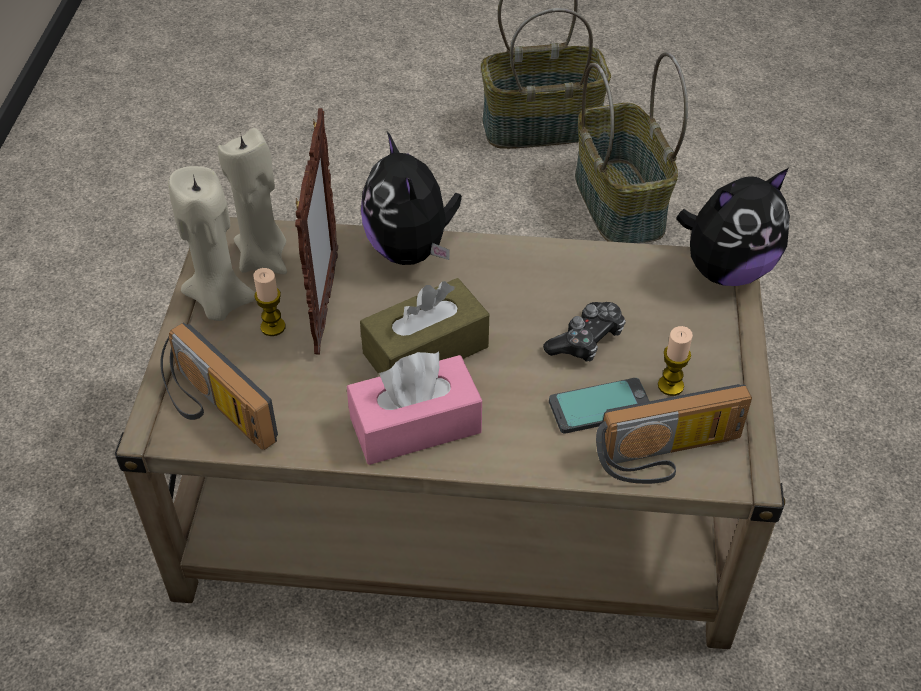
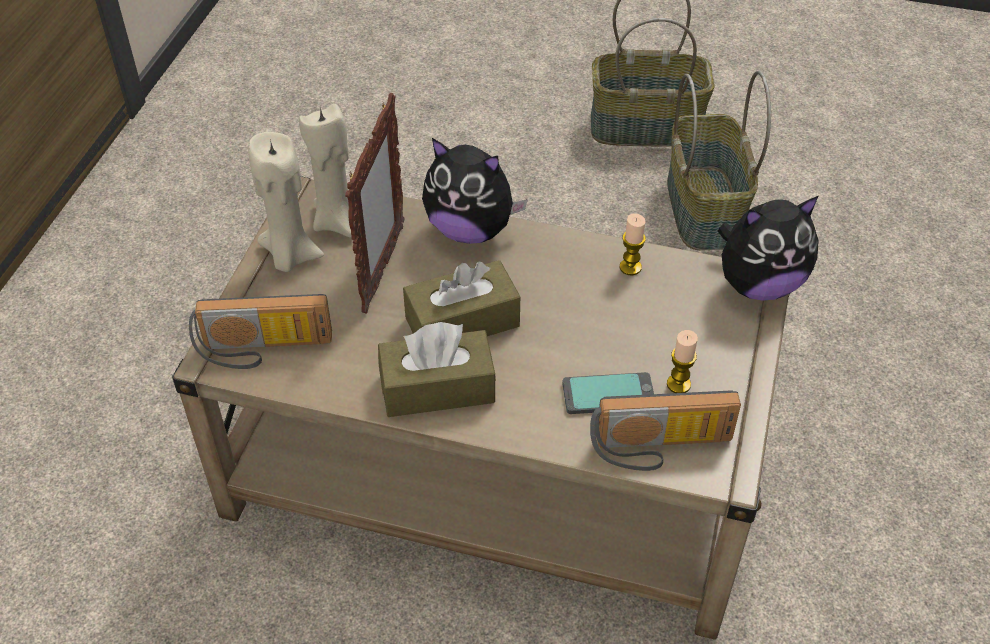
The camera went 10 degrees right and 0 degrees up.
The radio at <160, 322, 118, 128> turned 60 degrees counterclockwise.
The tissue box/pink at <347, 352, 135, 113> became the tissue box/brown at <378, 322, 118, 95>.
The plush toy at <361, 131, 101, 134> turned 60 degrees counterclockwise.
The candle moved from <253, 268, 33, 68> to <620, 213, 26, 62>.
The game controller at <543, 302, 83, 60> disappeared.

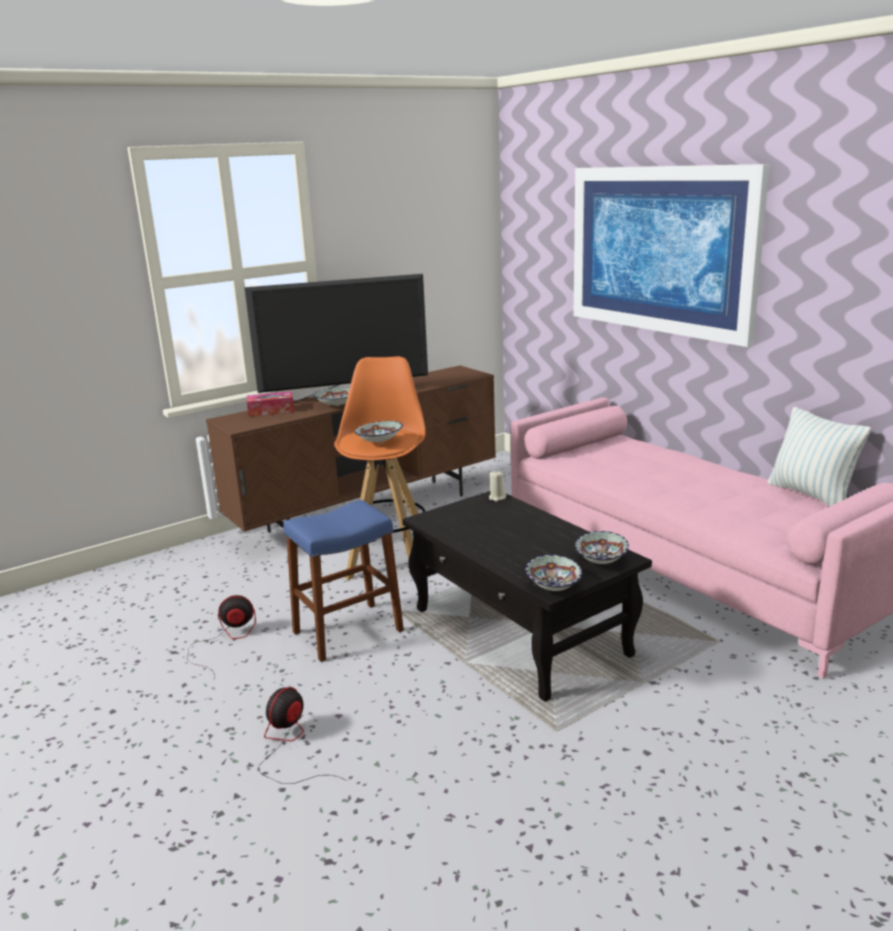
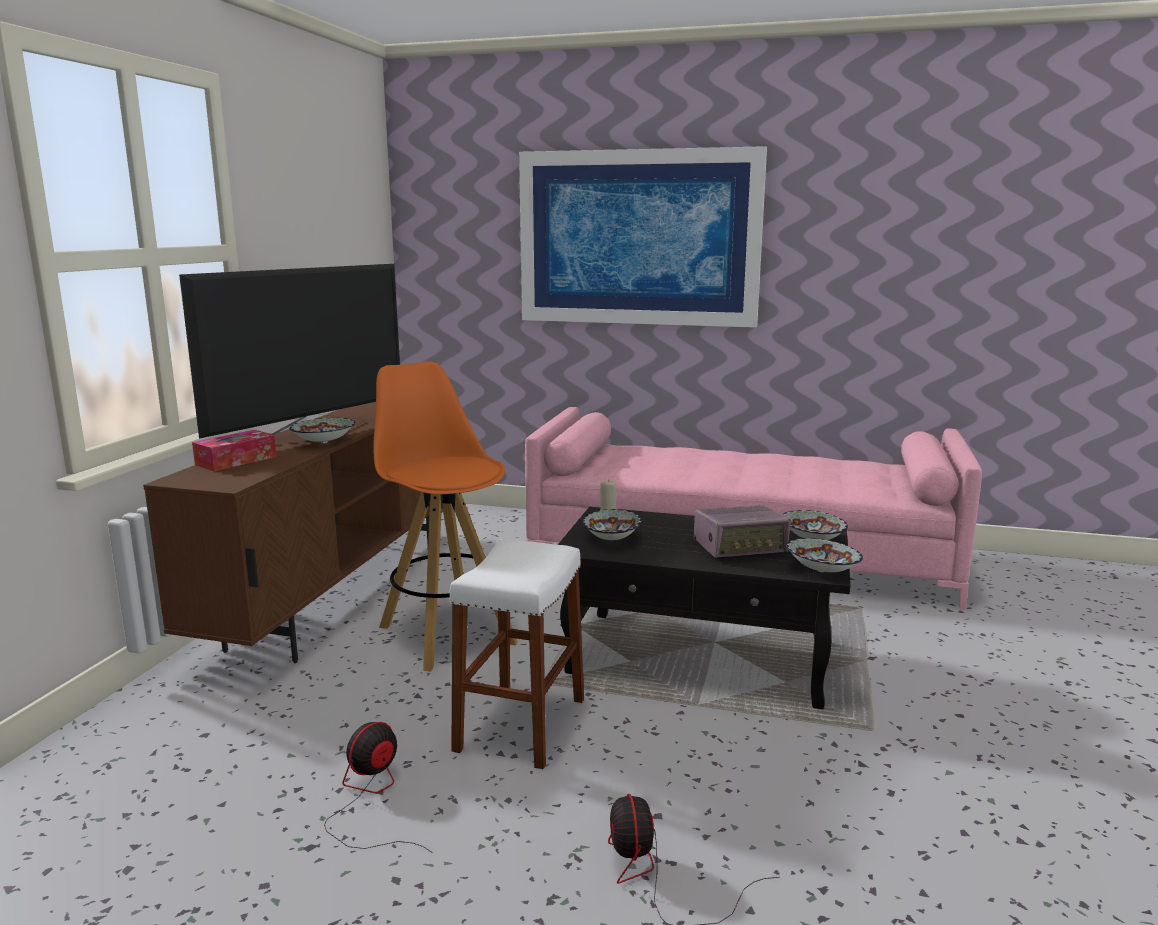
The camera went 40 degrees left and 5 degrees down.
The stool/blue at <283, 500, 121, 162> became the stool/white at <450, 539, 134, 230>.
The bowl moved from <355, 421, 48, 22> to <583, 509, 58, 31>.
The radio at <693, 505, 98, 53> appeared.
The pillow at <767, 407, 104, 99> disappeared.

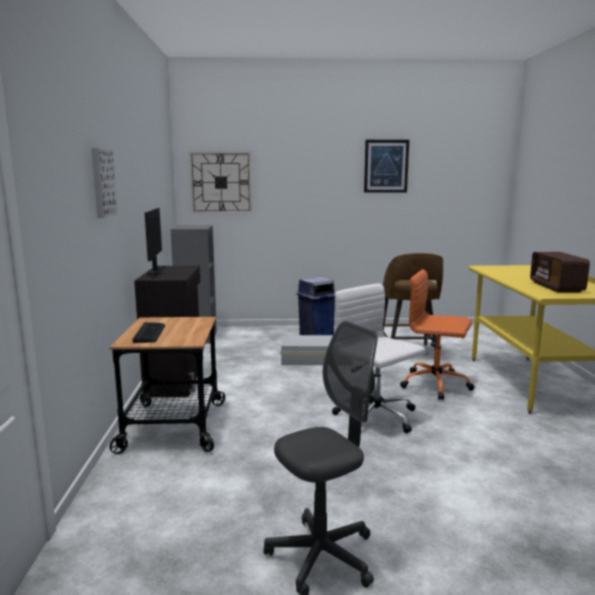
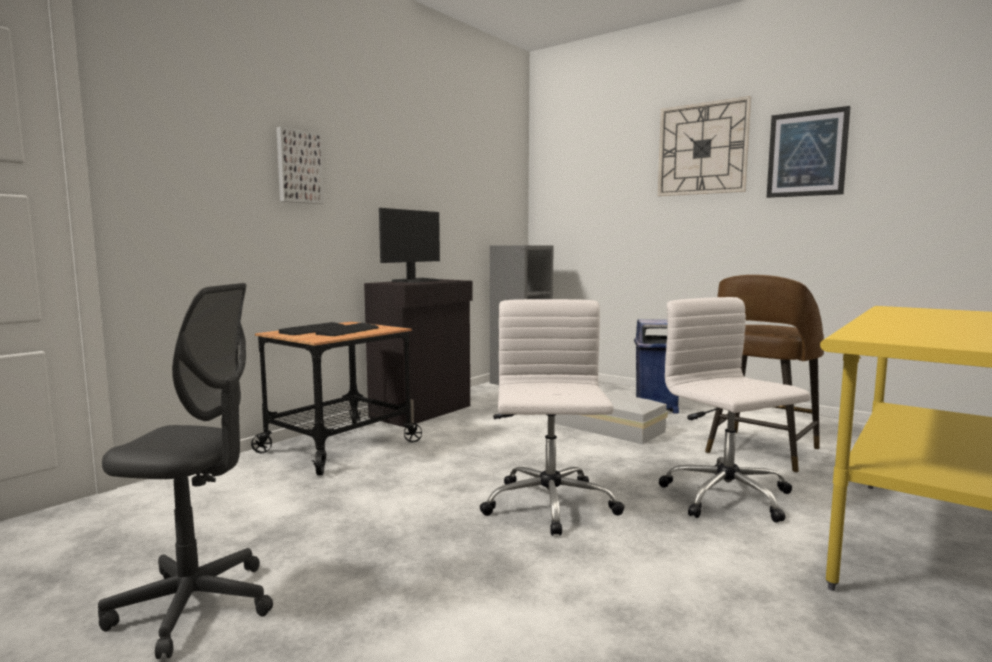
The camera went 40 degrees right and 5 degrees down.
The keyboard at <316, 323, 63, 13> appeared.
The wall clock moved from <189, 151, 63, 63> to <658, 96, 93, 100>.
The office chair/orange at <400, 269, 75, 131> became the office chair/white at <659, 297, 152, 226>.
The radio at <530, 252, 60, 41> disappeared.

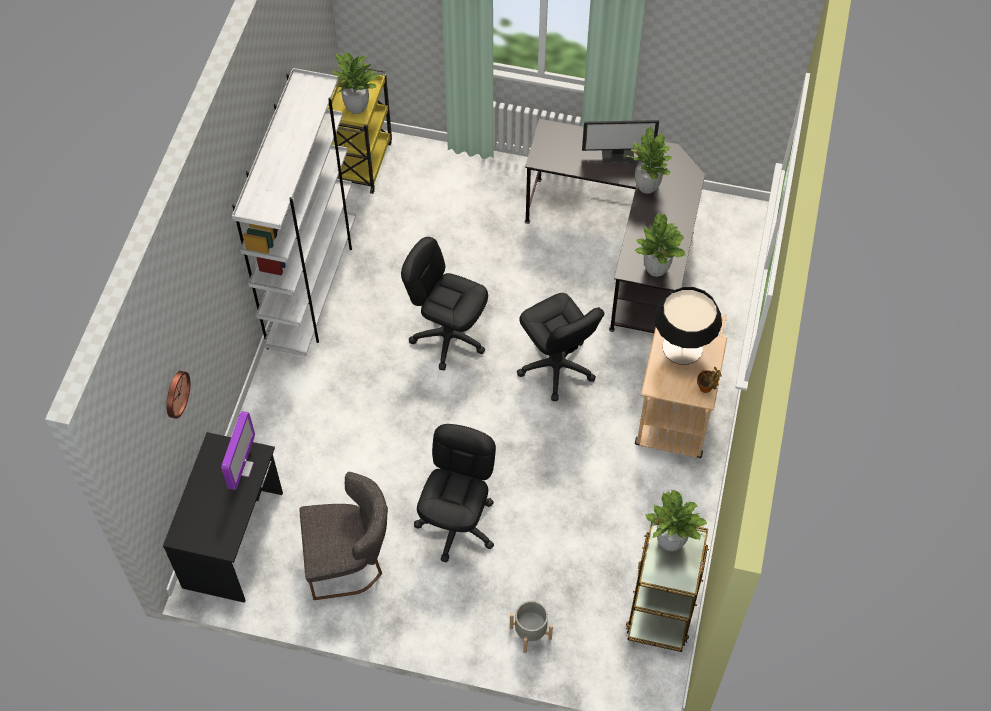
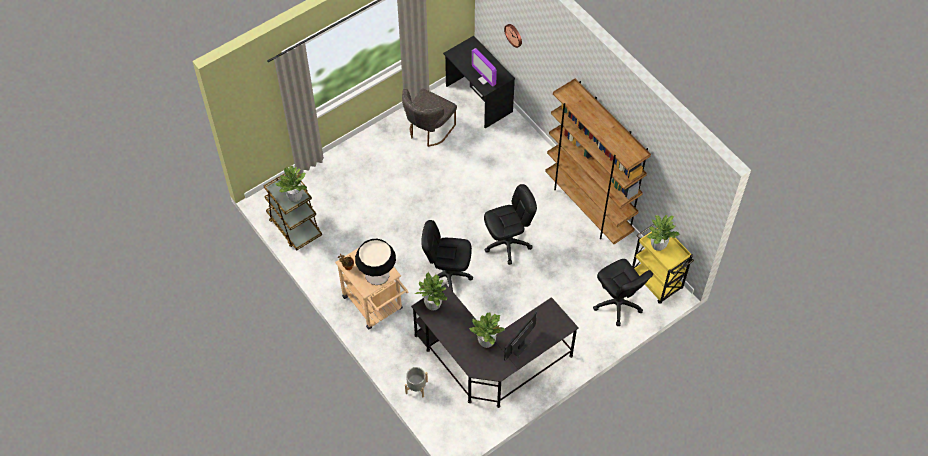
The camera went 130 degrees right and 0 degrees up.
The planter/grey moved from <510, 600, 43, 53> to <405, 367, 23, 31>.
The bookcase/white at <232, 68, 124, 288> became the bookcase/brown at <545, 79, 106, 165>.
The office chair/black moved from <414, 424, 82, 138> to <593, 259, 60, 67>.

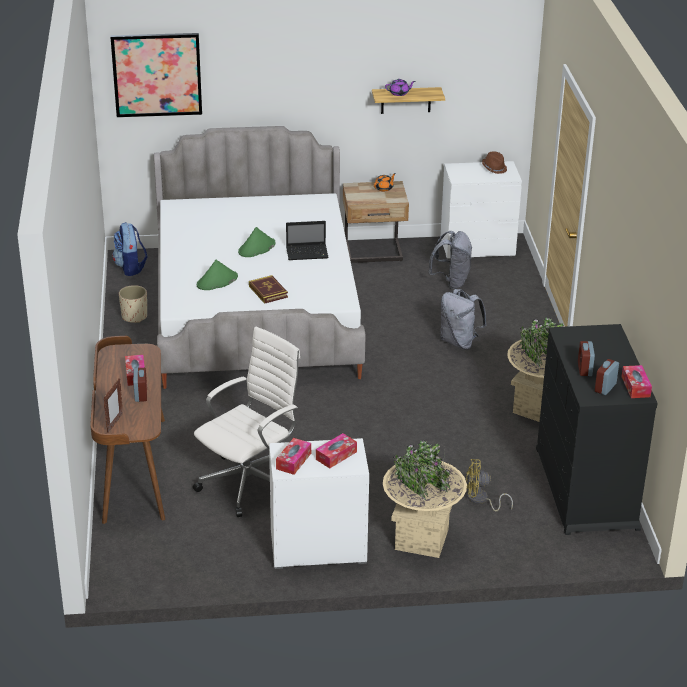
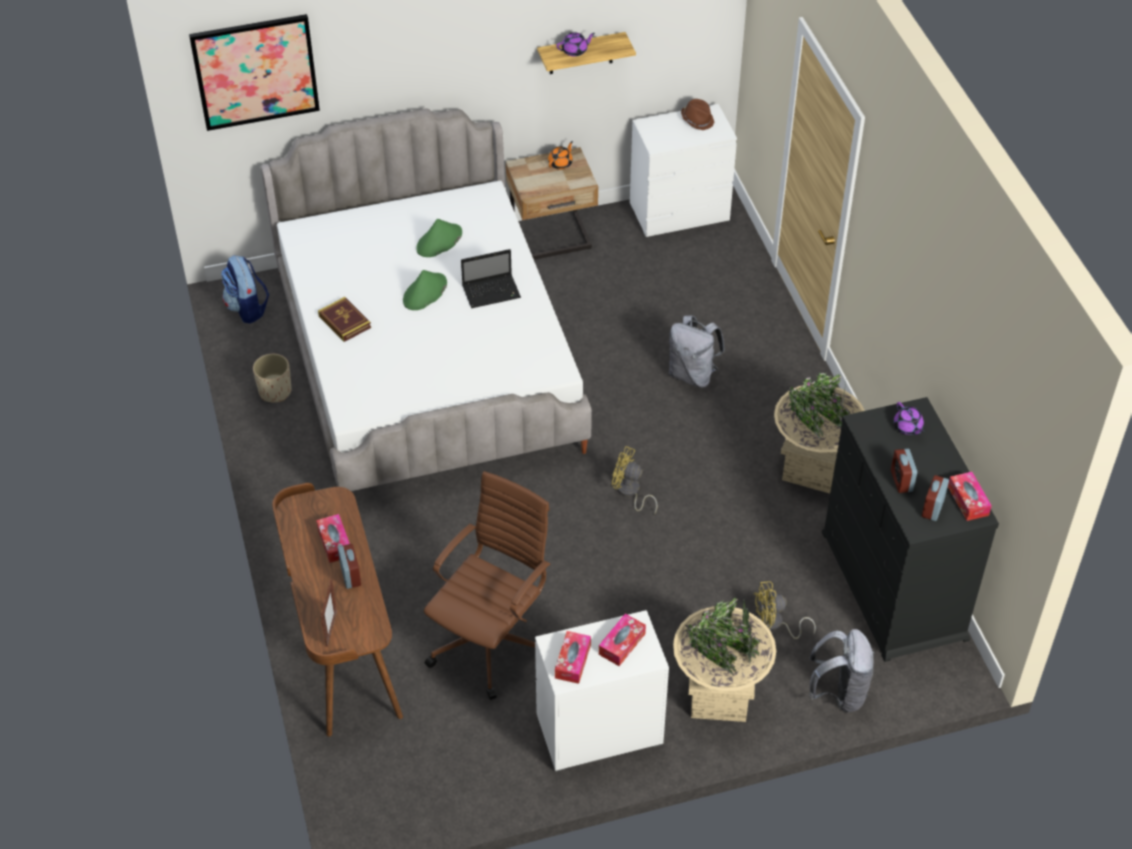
The camera went 10 degrees left and 15 degrees up.
The book moved from <249, 275, 39, 29> to <318, 297, 53, 45>.
The hat/green moved from <197, 260, 41, 30> to <416, 219, 46, 38>.
The office chair/white at <193, 327, 107, 190> became the office chair/brown at <424, 471, 126, 229>.
The fan/yellow at <612, 446, 46, 69> appeared.
The backpack/grey moved from <428, 231, 44, 58> to <809, 629, 65, 83>.
The teapot/purple at <893, 402, 31, 33> appeared.

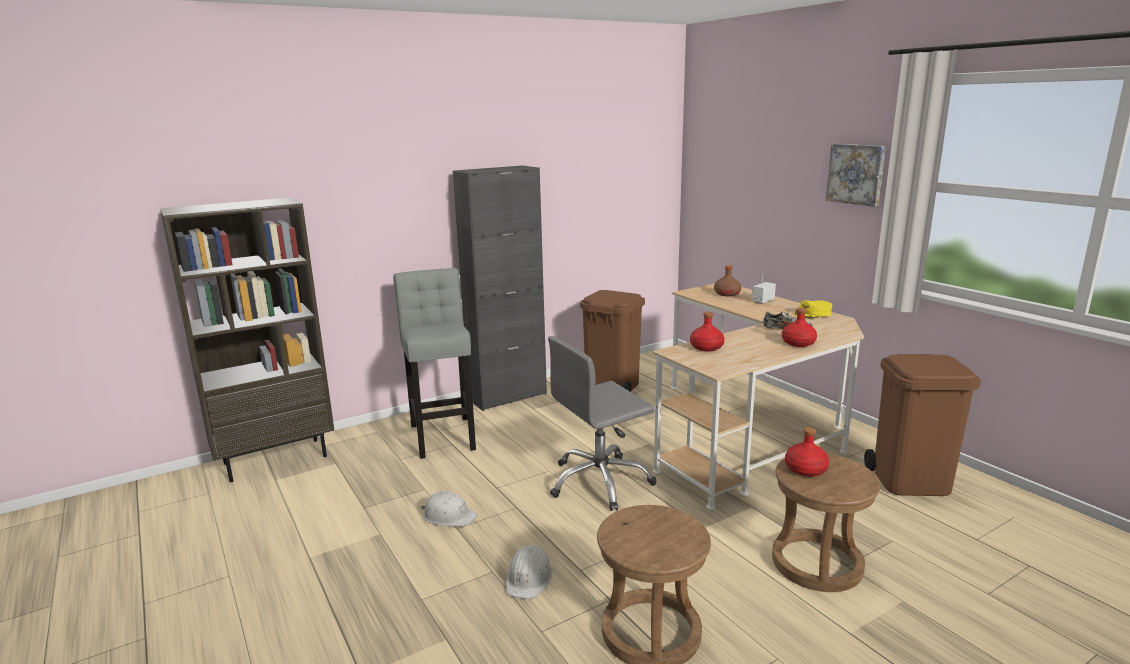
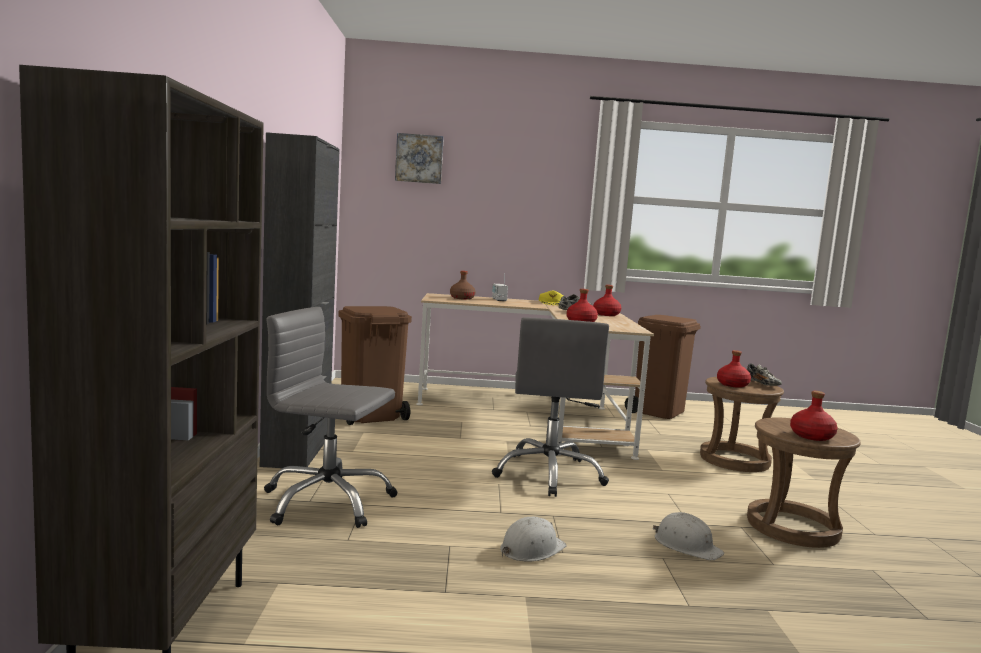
The camera went 60 degrees left and 10 degrees down.
The stool/grey at <393, 268, 83, 191> was replaced by the office chair/grey at <264, 307, 134, 221>.
The picture moved from <826, 144, 60, 63> to <395, 133, 49, 51>.
The shoe at <747, 364, 35, 22> appeared.
The bottle/red at <790, 391, 48, 50> appeared.

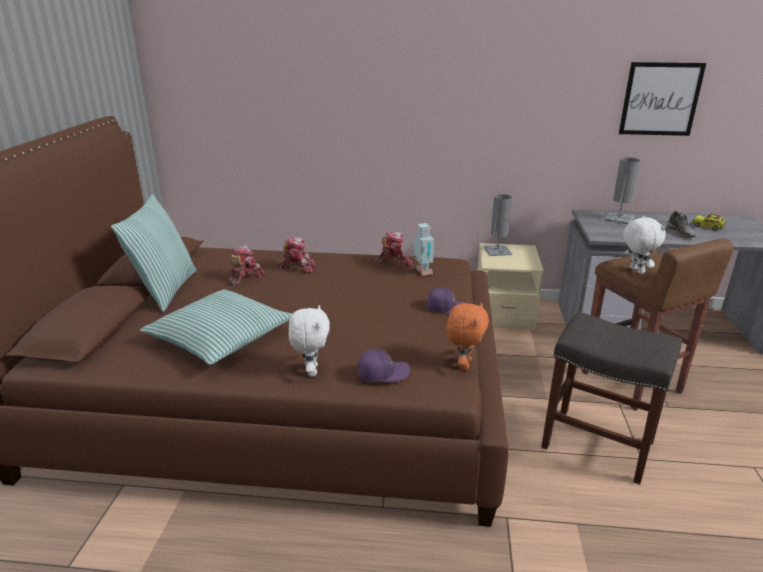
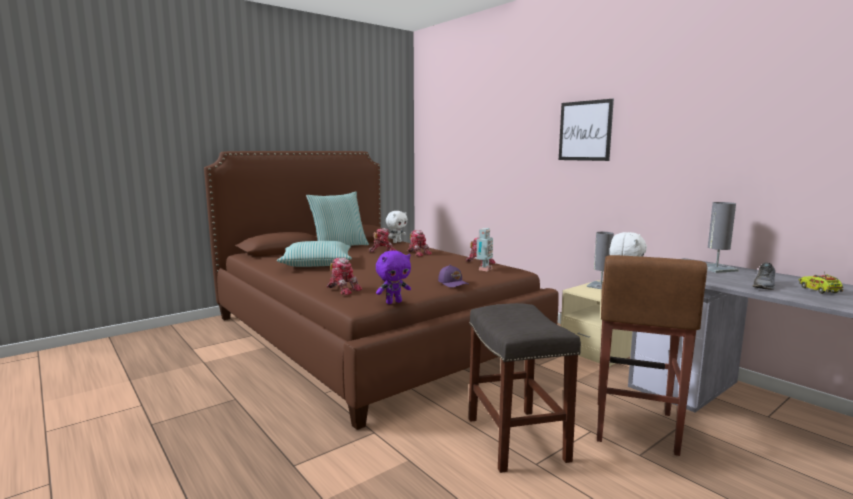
The camera went 45 degrees right and 15 degrees down.
The cap/purple at <357, 349, 53, 33> was replaced by the toy robot at <327, 258, 36, 37>.
The plush toy/orange at <446, 302, 43, 69> became the plush toy/purple at <376, 251, 35, 53>.
The plush toy/white moved from <288, 305, 42, 72> to <386, 211, 22, 32>.
The picture moved from <619, 62, 87, 74> to <559, 99, 55, 62>.

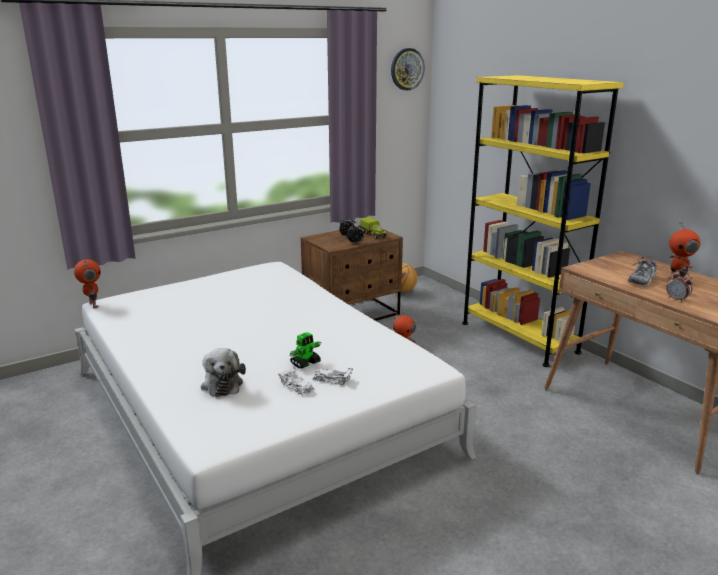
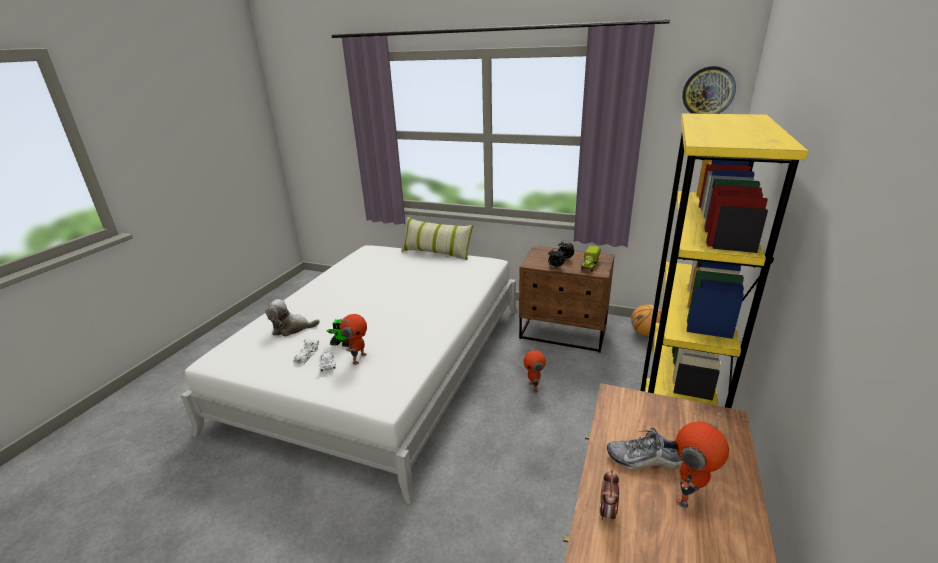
The camera went 55 degrees right and 5 degrees up.
The plush toy at <201, 348, 45, 49> turned 45 degrees clockwise.
The toy robot moved from <74, 259, 27, 49> to <340, 314, 27, 51>.
The pillow at <401, 217, 73, 43> appeared.

